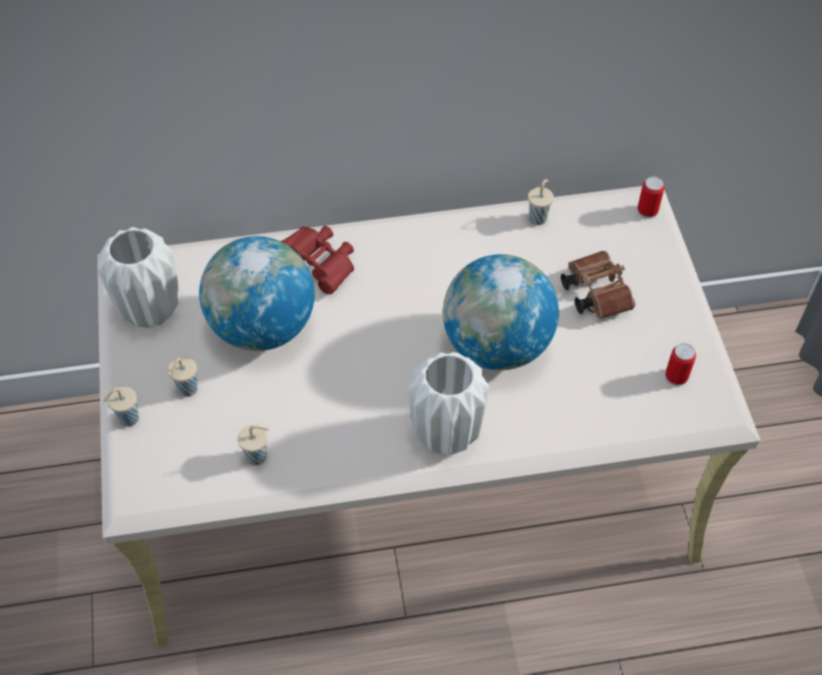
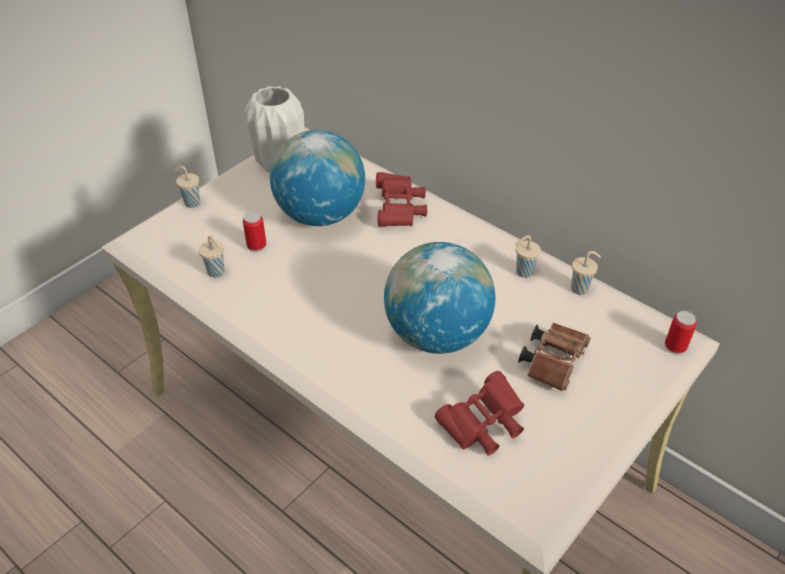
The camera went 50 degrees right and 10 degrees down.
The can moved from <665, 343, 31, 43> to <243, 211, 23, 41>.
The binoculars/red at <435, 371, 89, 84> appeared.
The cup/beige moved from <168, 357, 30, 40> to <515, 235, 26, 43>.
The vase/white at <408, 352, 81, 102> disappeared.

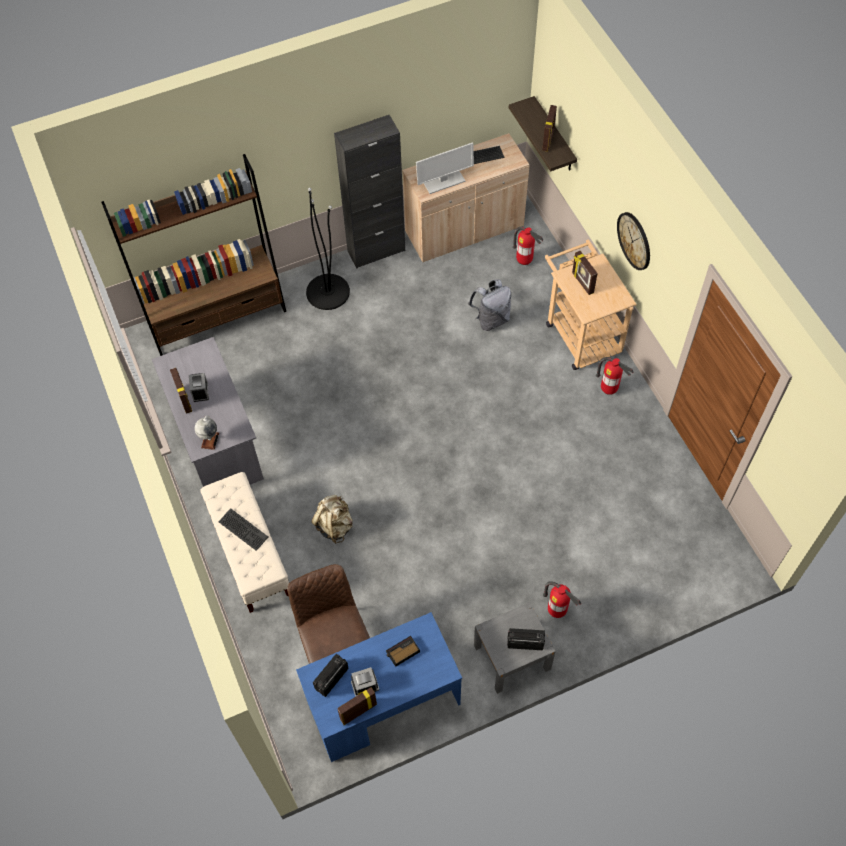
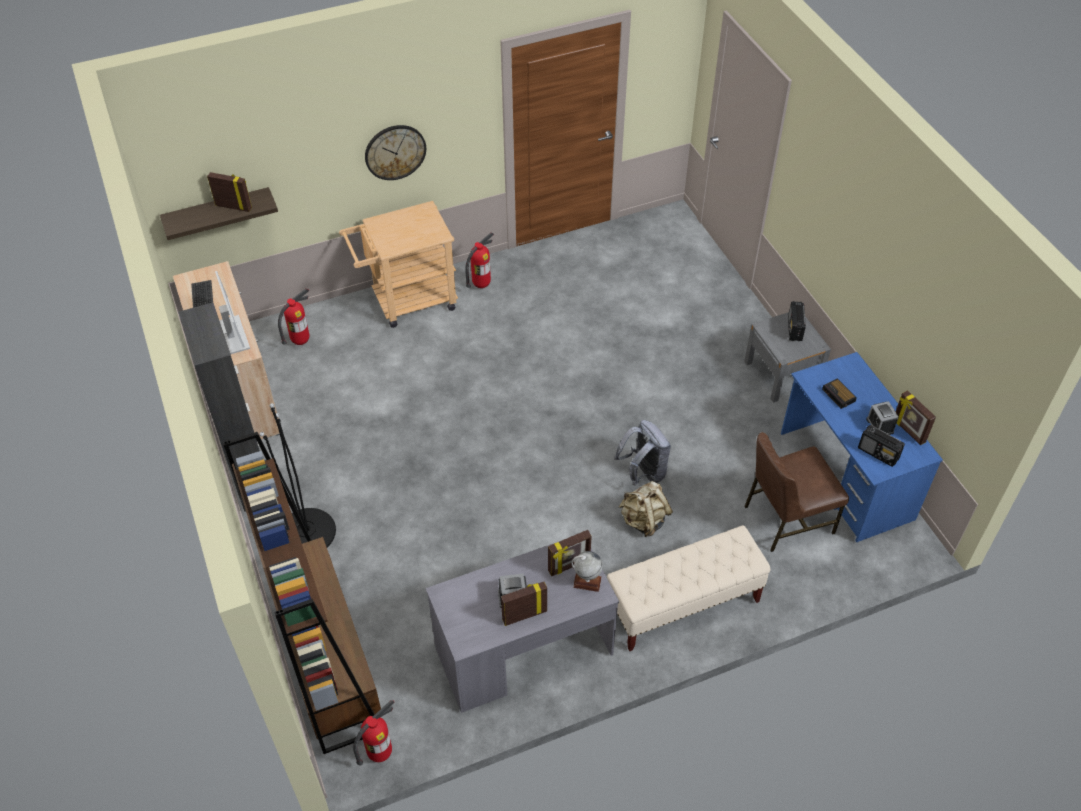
The camera went 90 degrees left and 10 degrees down.
The fire extinguisher moved from <543, 581, 38, 37> to <353, 700, 42, 66>.
The picture frame moved from <572, 251, 26, 44> to <548, 530, 44, 46>.
The backpack/grey moved from <468, 279, 43, 52> to <614, 420, 57, 66>.
The keyboard at <218, 508, 50, 43> disappeared.

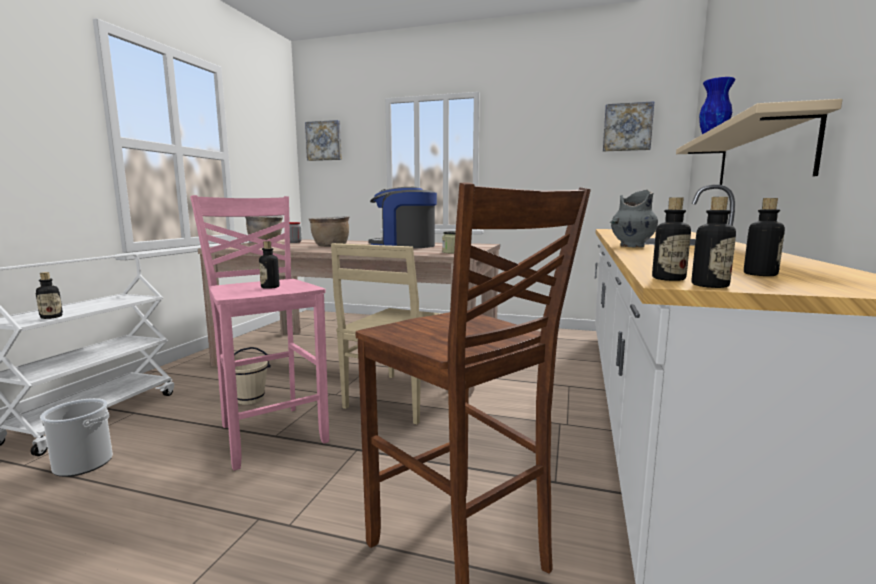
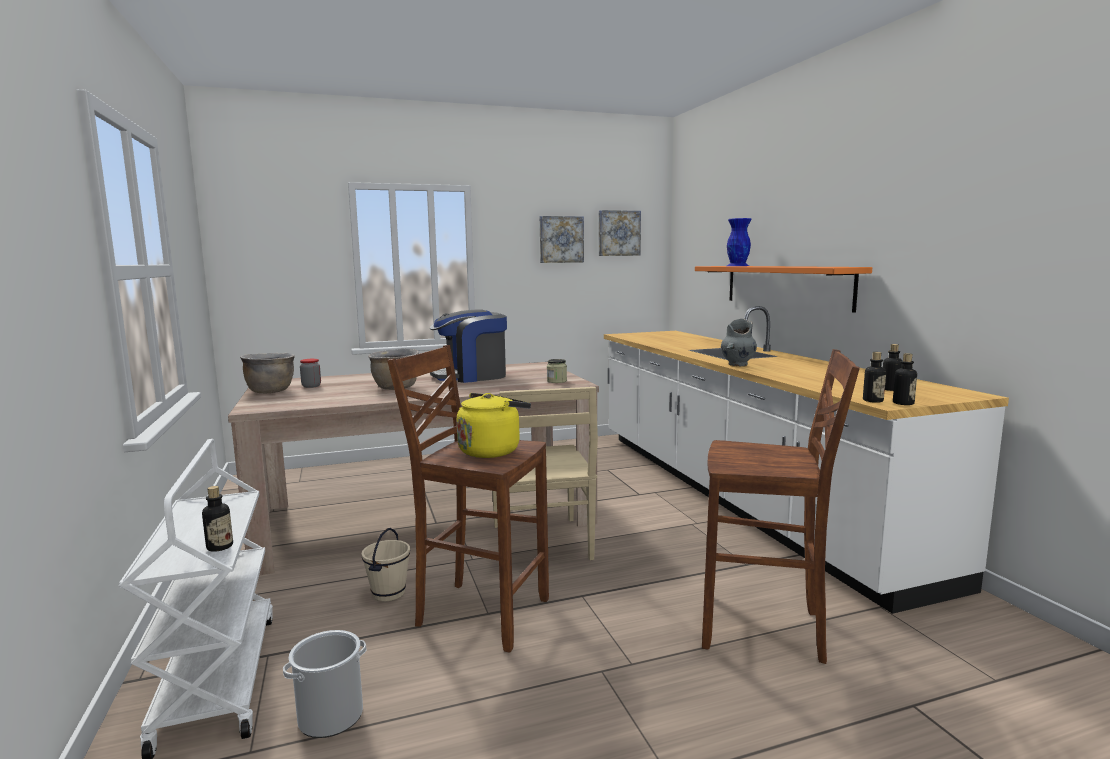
The camera went 35 degrees left and 0 degrees up.
The stool/pink at <190, 195, 139, 275> became the stool/brown at <387, 345, 162, 307>.
The bottle at <259, 241, 20, 48> was replaced by the kettle/yellow at <457, 393, 74, 65>.
The picture moved from <305, 120, 37, 41> to <540, 216, 44, 47>.
The shelf/beige at <676, 99, 166, 86> became the shelf/orange at <695, 266, 177, 47>.

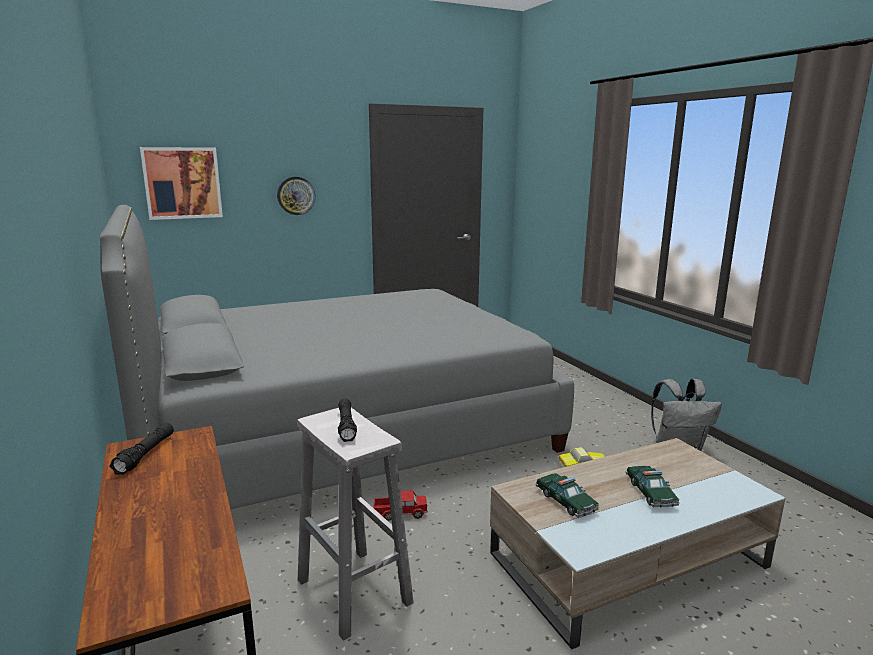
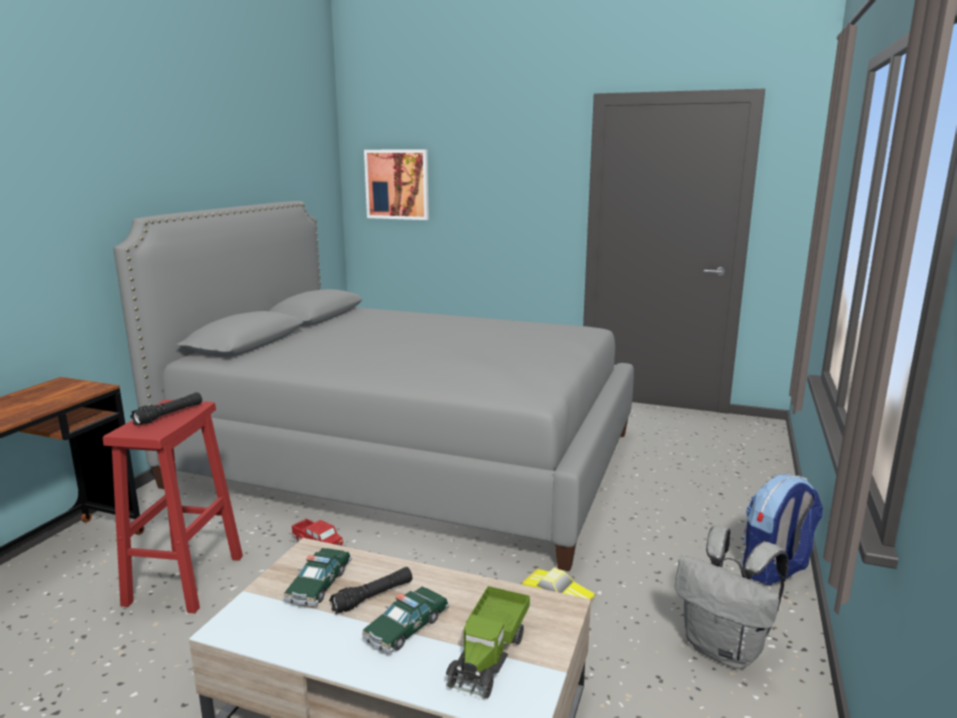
The camera went 45 degrees right and 0 degrees up.
The stool/white at <297, 408, 117, 233> became the stool/red at <103, 400, 140, 213>.
The flashlight/black moved from <109, 423, 65, 52> to <329, 567, 83, 47>.
The toy truck at <446, 586, 84, 113> appeared.
The backpack at <743, 474, 80, 111> appeared.
The wall clock at <277, 177, 38, 38> disappeared.

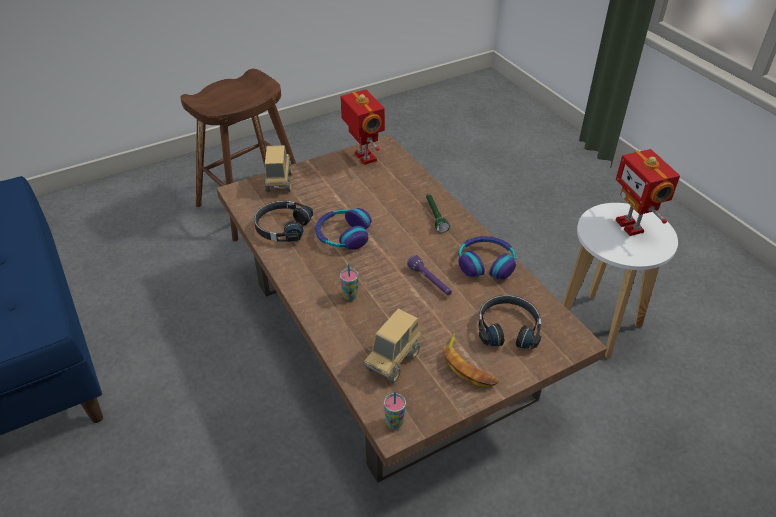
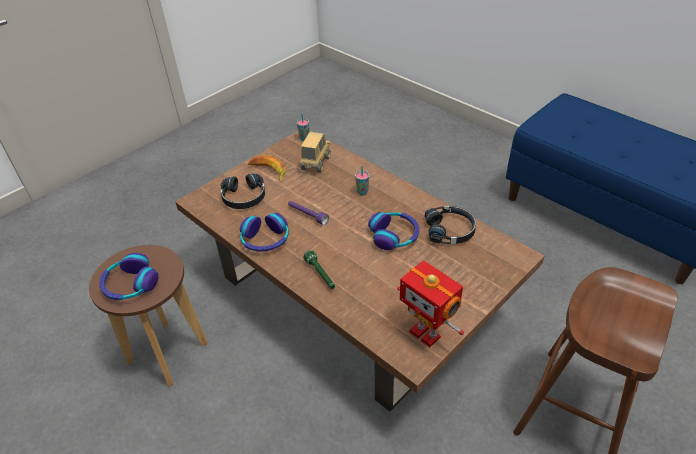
The camera went 165 degrees right and 0 degrees up.
The stool/white at <562, 203, 116, 155> became the stool/brown at <89, 245, 119, 142>.
The toy robot at <615, 149, 65, 87> was replaced by the headphones at <99, 253, 60, 47>.
The toy truck at <264, 145, 28, 47> disappeared.

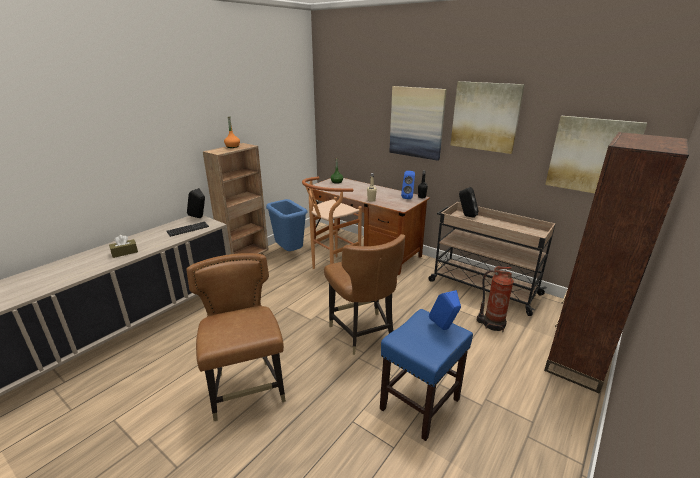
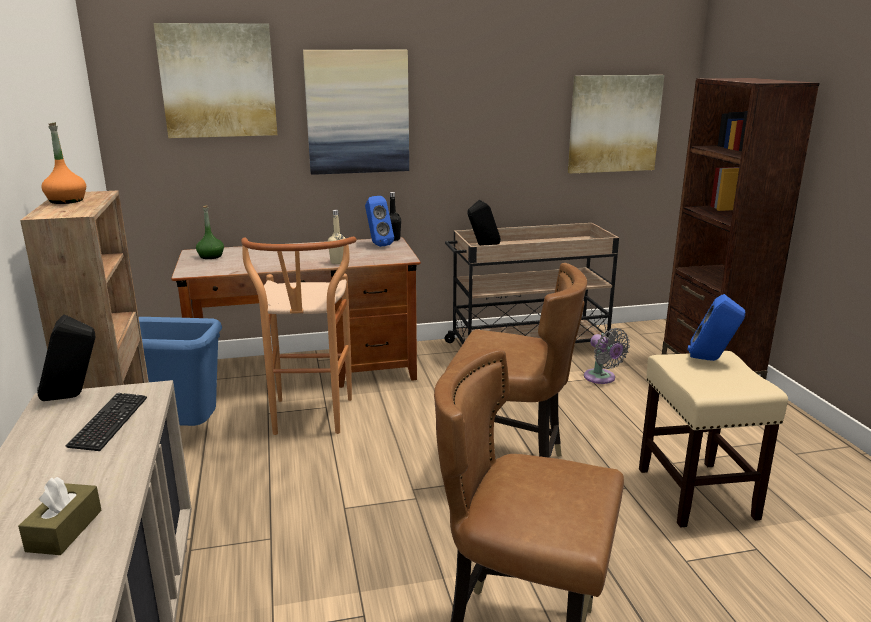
The camera went 50 degrees left and 5 degrees down.
The picture moved from <451, 81, 74, 73> to <153, 23, 124, 115>.
The fire extinguisher at <477, 266, 37, 66> was replaced by the fan/grey at <584, 328, 46, 56>.
The stool/blue at <380, 309, 93, 132> became the stool/beige at <639, 351, 149, 176>.

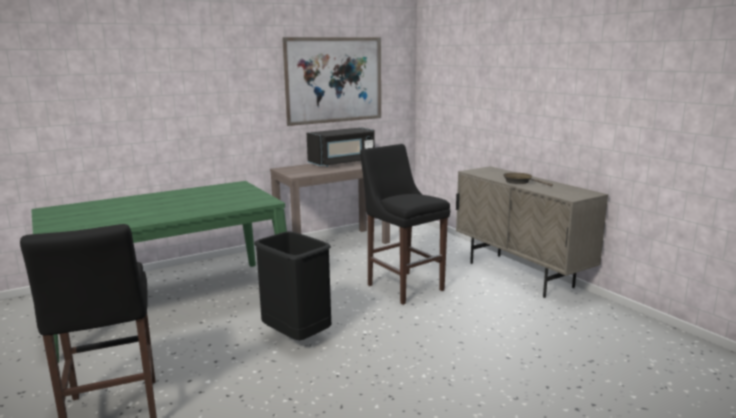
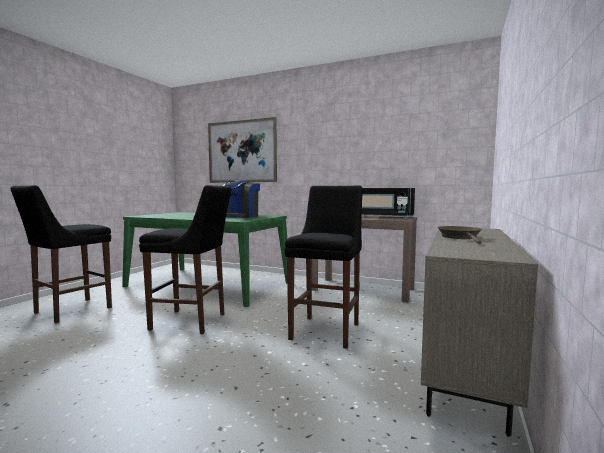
The camera went 55 degrees right and 10 degrees down.
The trash can/black at <254, 231, 77, 109> was replaced by the stool/black at <139, 185, 92, 149>.
The picture moved from <282, 37, 99, 89> to <208, 117, 69, 66>.
The coffee machine at <223, 180, 37, 38> appeared.

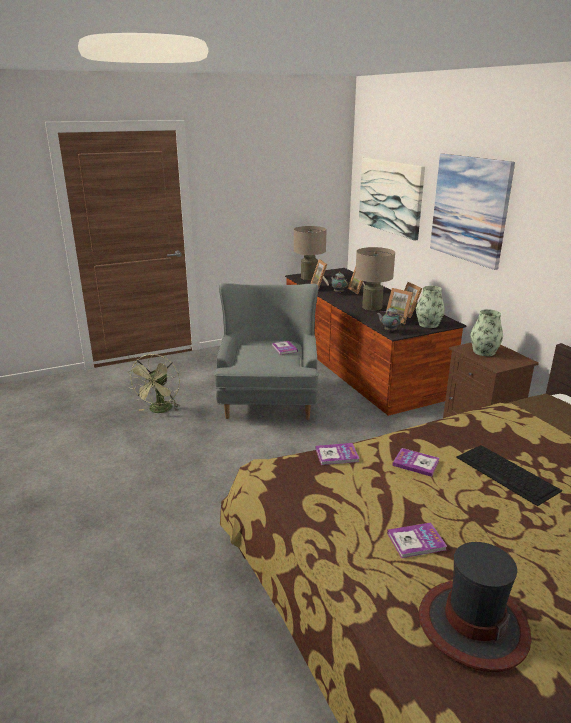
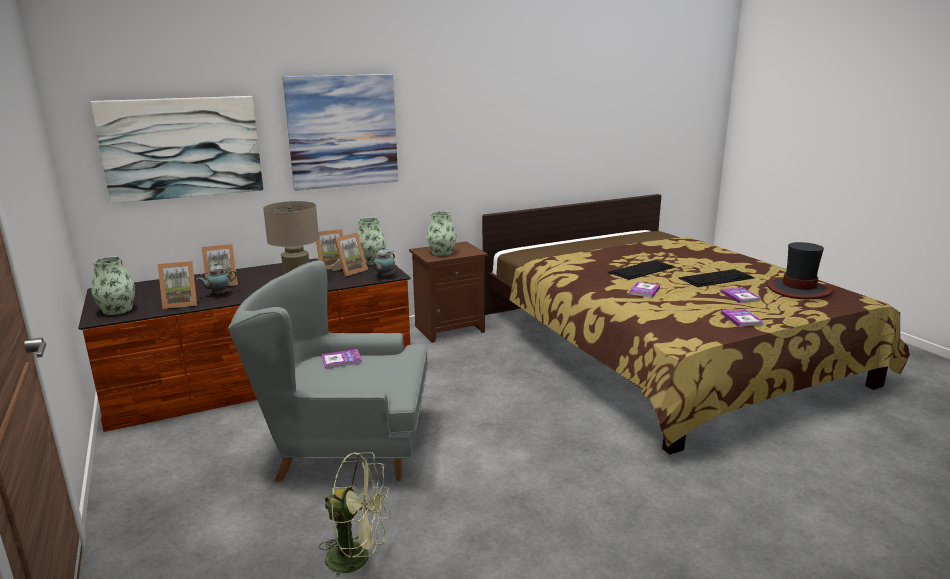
The camera went 90 degrees left and 5 degrees down.
The table lamp/beige at <294, 226, 33, 54> was replaced by the vase at <91, 257, 44, 58>.
The keyboard at <679, 269, 76, 18> appeared.
The book moved from <316, 443, 44, 22> to <721, 309, 43, 18>.

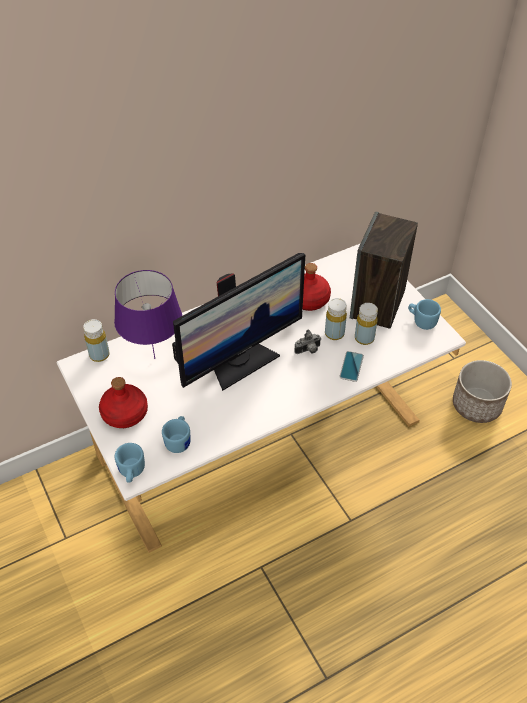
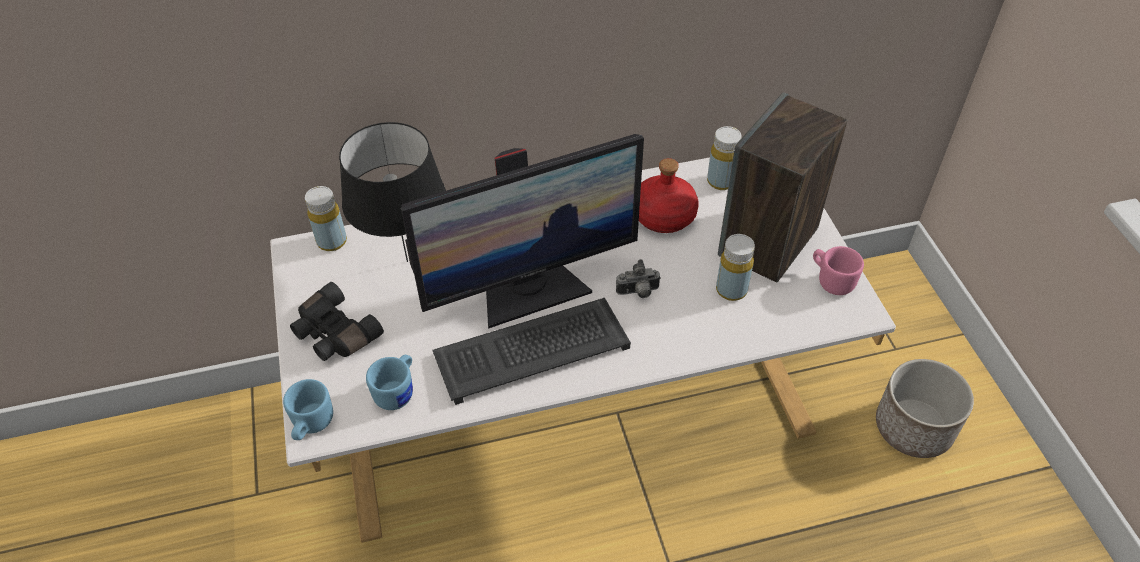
The camera went 15 degrees right and 0 degrees up.
The bottle/red at <99, 377, 49, 51> was replaced by the binoculars/black at <290, 282, 94, 79>.
The table lamp/purple at <114, 270, 68, 89> became the table lamp/black at <339, 122, 107, 140>.
The keyboard at <432, 298, 199, 107> appeared.
The bottle/yellow moved from <325, 298, 22, 42> to <707, 126, 35, 64>.
The mug/blue at <408, 299, 33, 31> became the mug/pink at <813, 246, 51, 49>.
The phone at <339, 351, 25, 31> disappeared.

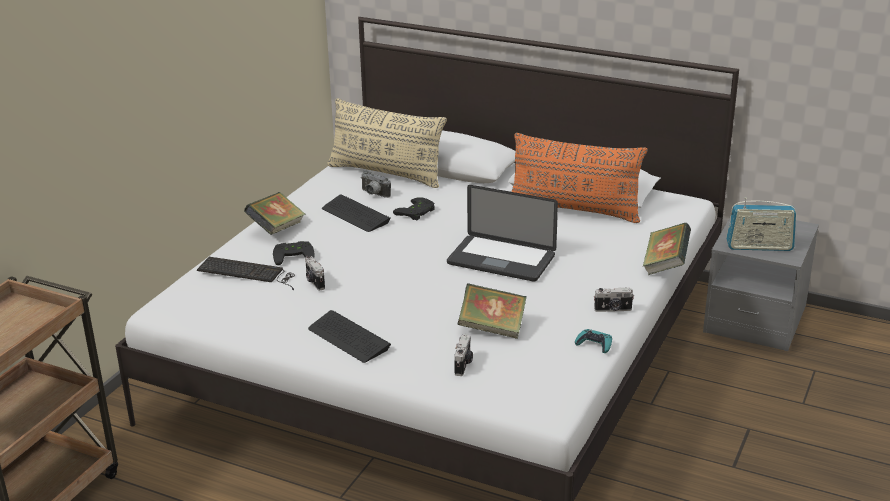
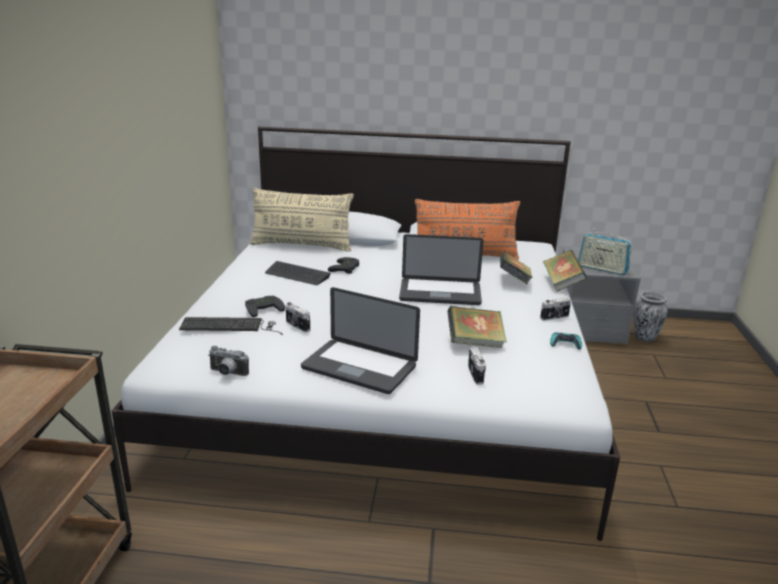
The camera went 20 degrees left and 5 degrees down.
The photo camera moved from <361, 170, 30, 28> to <208, 346, 41, 30>.
The keyboard at <308, 310, 83, 53> was replaced by the laptop at <301, 287, 119, 107>.
The book moved from <244, 192, 61, 43> to <500, 253, 32, 31>.
The radio at <726, 197, 70, 54> turned 45 degrees clockwise.
The vase at <634, 291, 34, 51> appeared.

